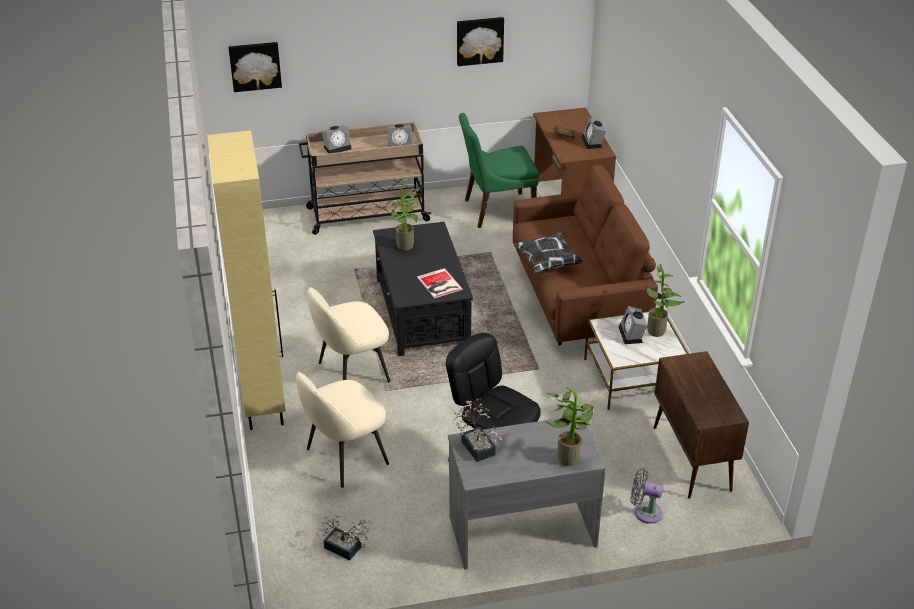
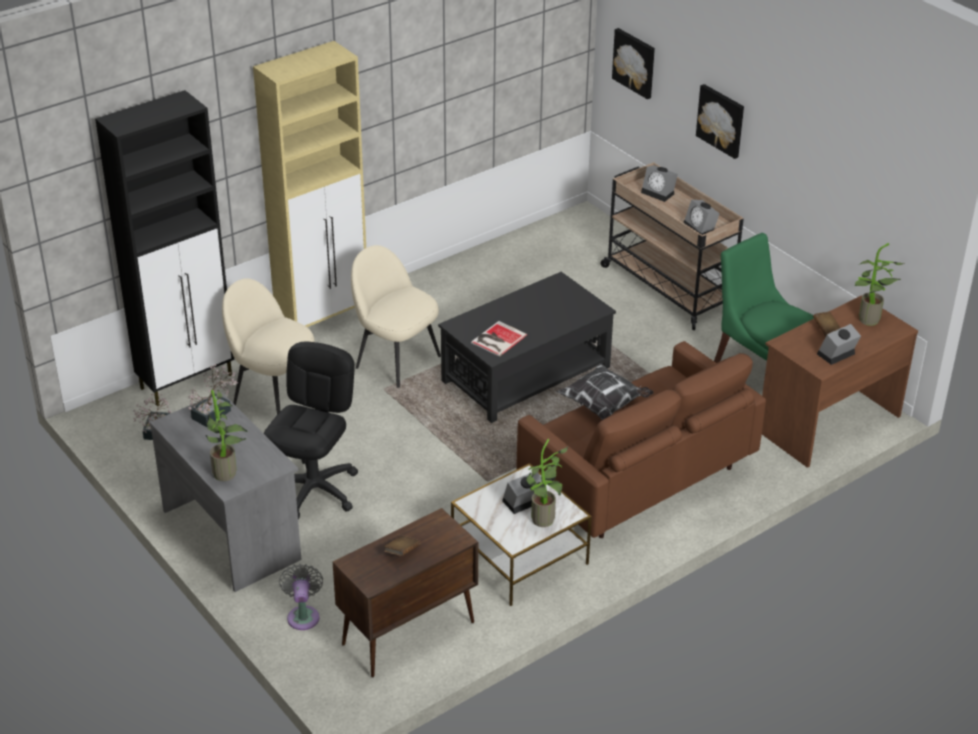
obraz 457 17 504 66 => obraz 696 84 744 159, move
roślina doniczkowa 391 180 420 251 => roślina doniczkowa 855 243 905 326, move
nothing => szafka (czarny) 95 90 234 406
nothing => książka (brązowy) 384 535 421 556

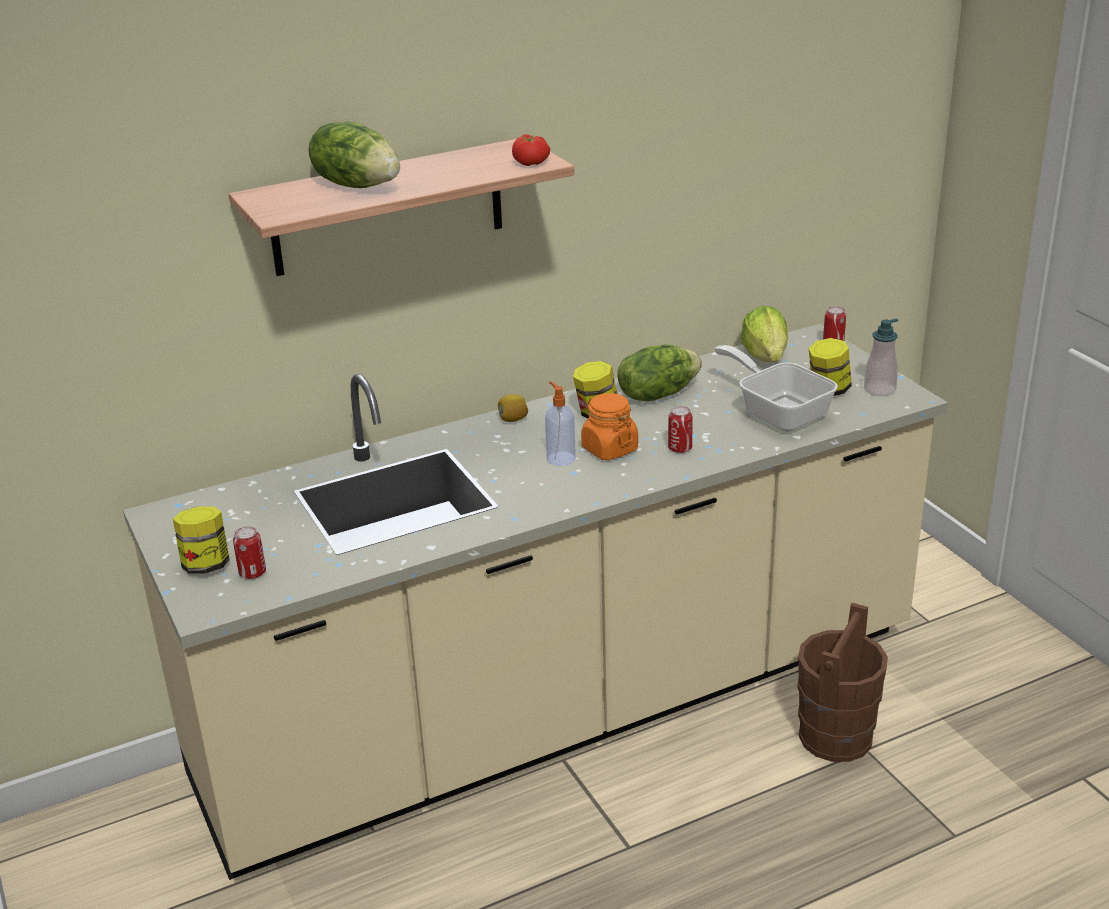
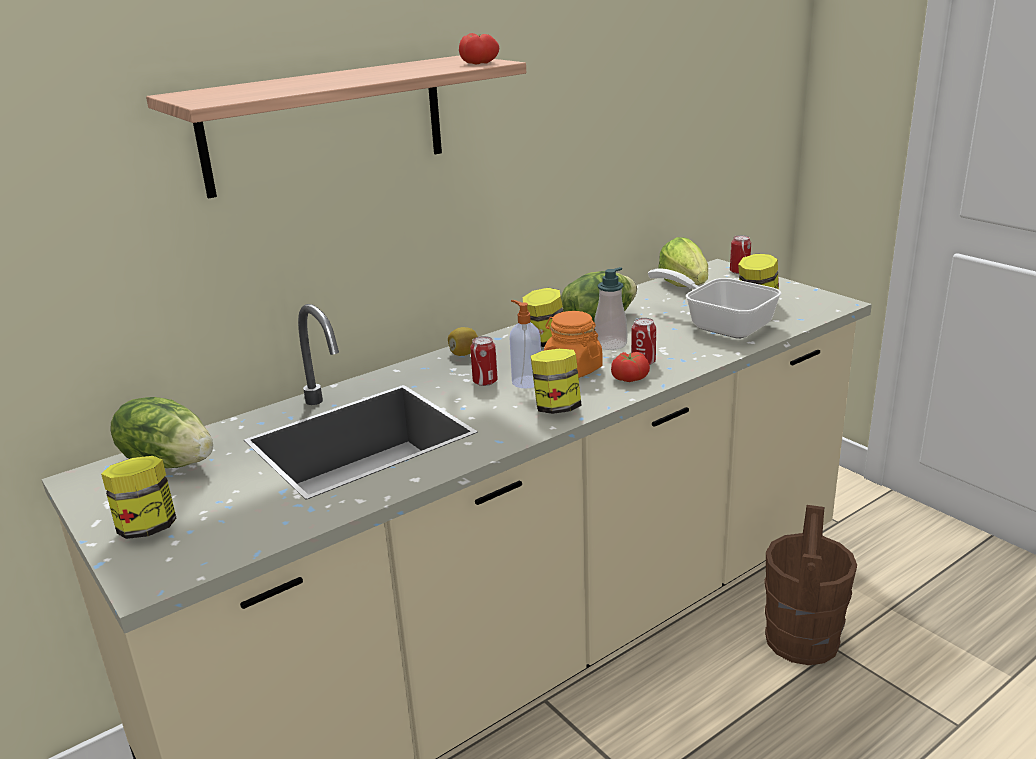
sałata 308 122 400 188 => sałata 110 397 213 468, move
dozownik mydła 864 319 898 396 => dozownik mydła 594 267 627 350, move
puszka 233 526 266 579 => puszka 470 336 498 386, move
nothing => słoik 531 348 582 414
nothing => pomidor 611 352 650 382

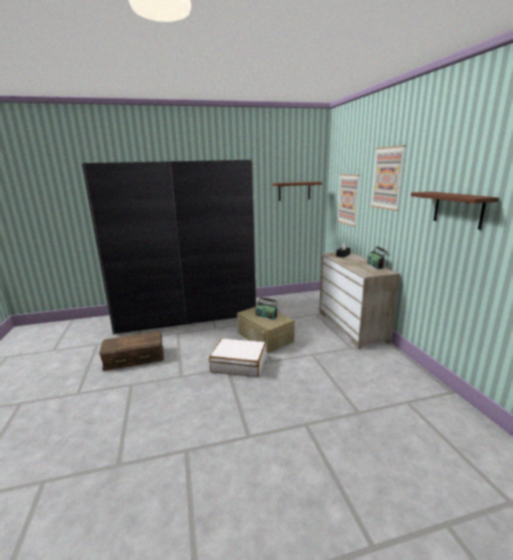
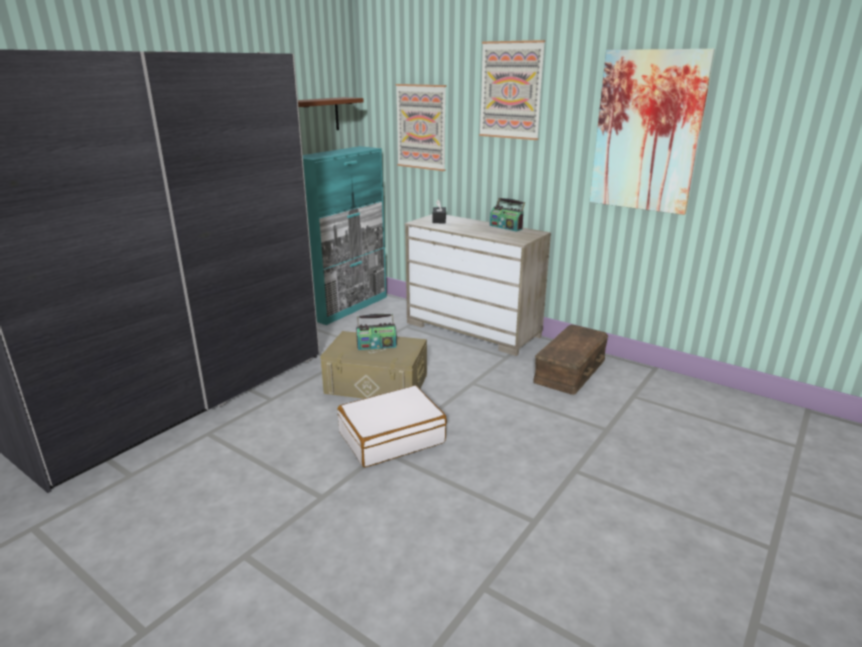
półka (brązowy) 411 192 499 230 => obraz 589 49 715 215
pojemnik do przechowywania (brązowy) 99 331 164 371 => pojemnik do przechowywania (brązowy) 533 325 608 395, move
nothing => szafka (turkusowy) 303 146 387 325

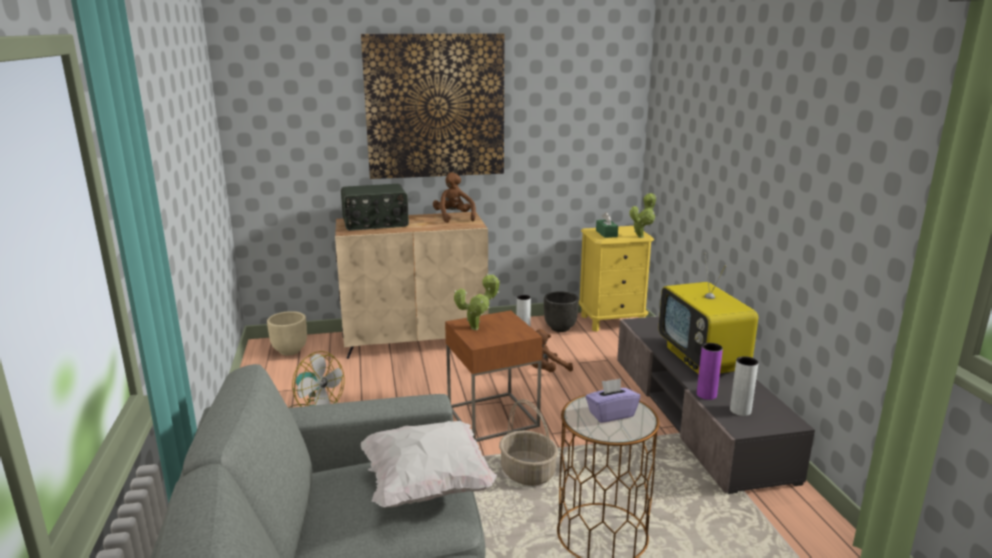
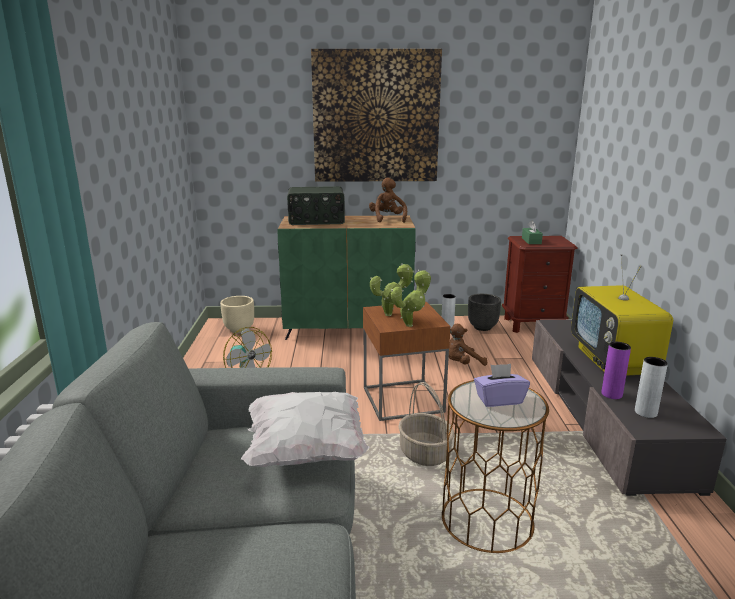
roślina doniczkowa 629 193 656 238 => roślina doniczkowa 391 270 431 327, move
szafka (beżowy) 335 212 489 359 => szafka (zielony) 277 216 416 340
szafka nocna (żółty) 579 226 654 332 => szafka nocna (brązowy) 502 236 578 333

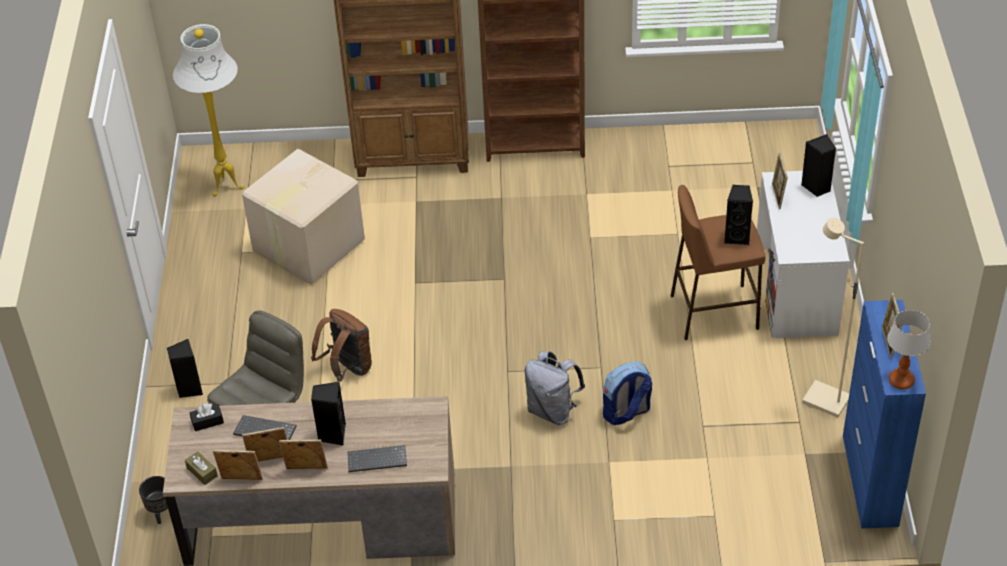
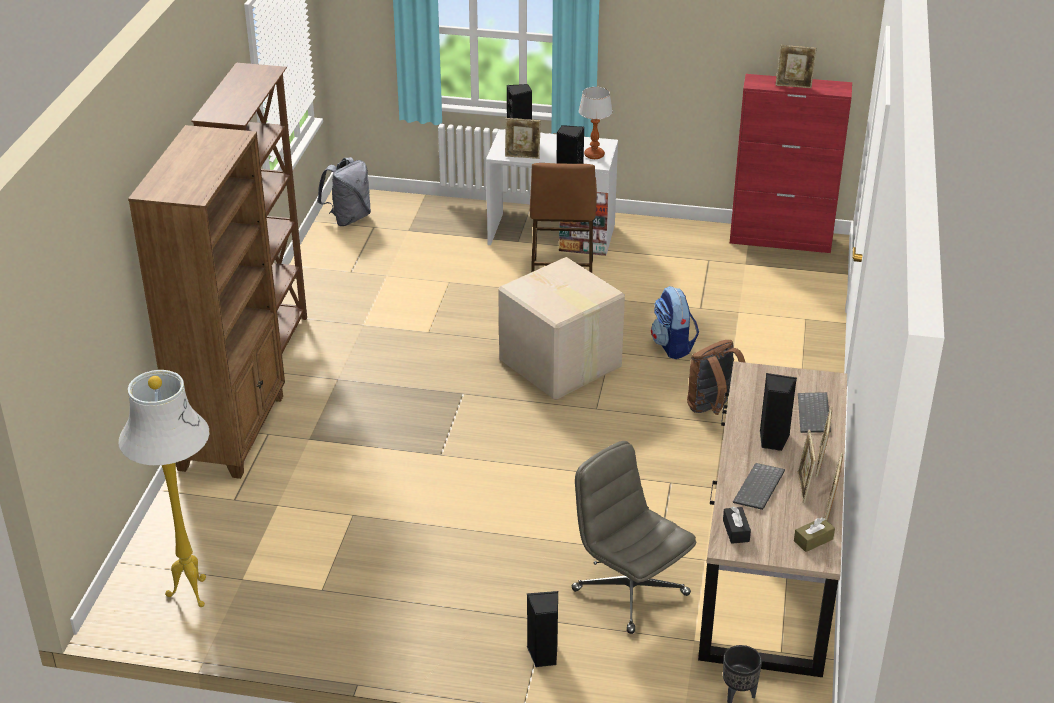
karton 242 149 365 284 => karton 498 257 625 400, move
lampa stojąca (beżowy) 802 218 864 418 => nothing
szafka (niebieski) 843 300 926 529 => szafka (czerwony) 730 74 852 253
plecak (brązowy) 311 309 372 381 => plecak (brązowy) 687 340 746 415, move
lampa stołowa 887 310 931 389 => lampa stołowa 579 87 613 159, move
plecak (szary) 525 351 585 425 => plecak (szary) 317 157 371 226, move

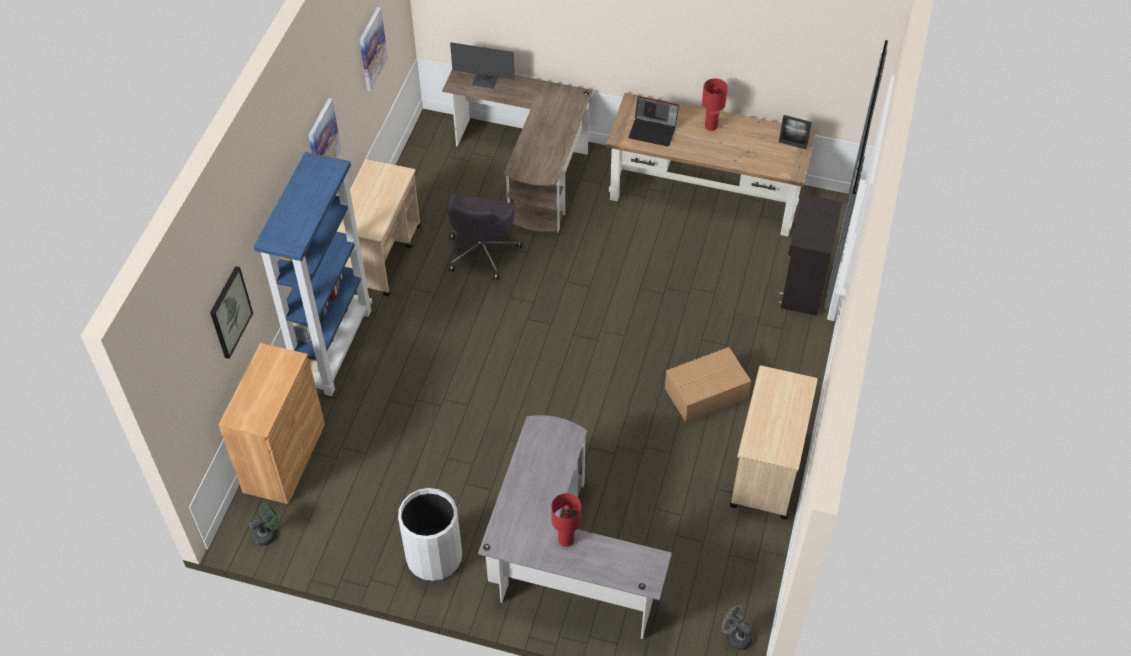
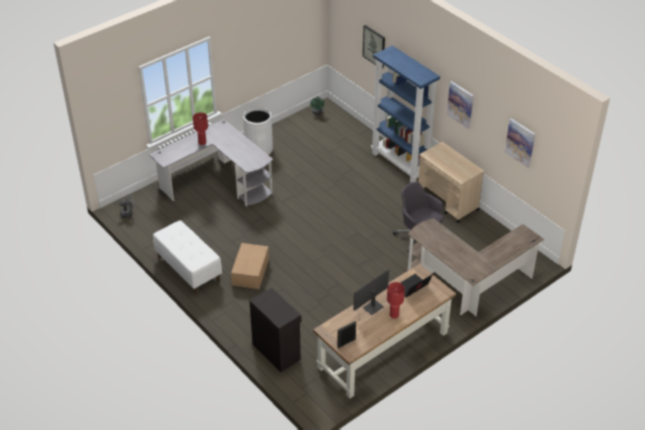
monitor 450 42 515 88 => monitor 353 269 389 315, move
szafka (brązowy) 218 343 325 504 => nothing
wózek (beżowy) 730 365 818 520 => ławka (biały) 153 220 222 295

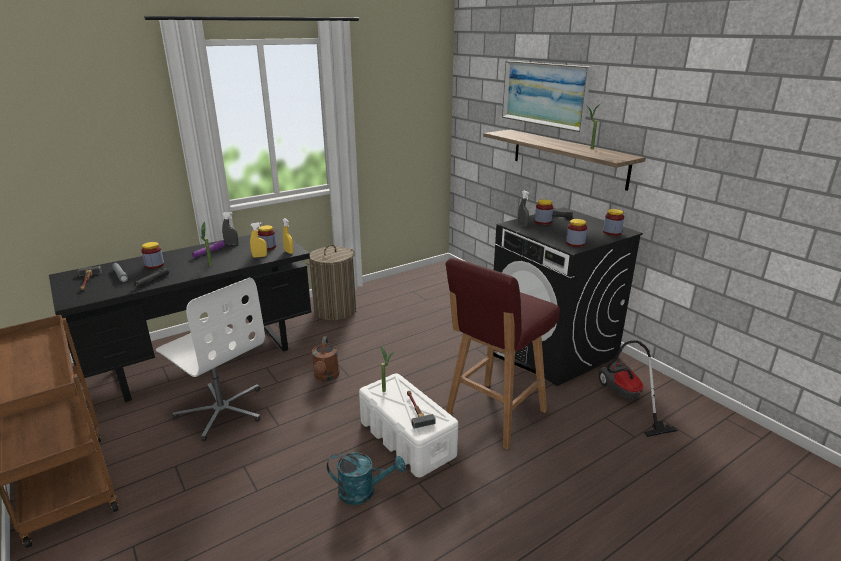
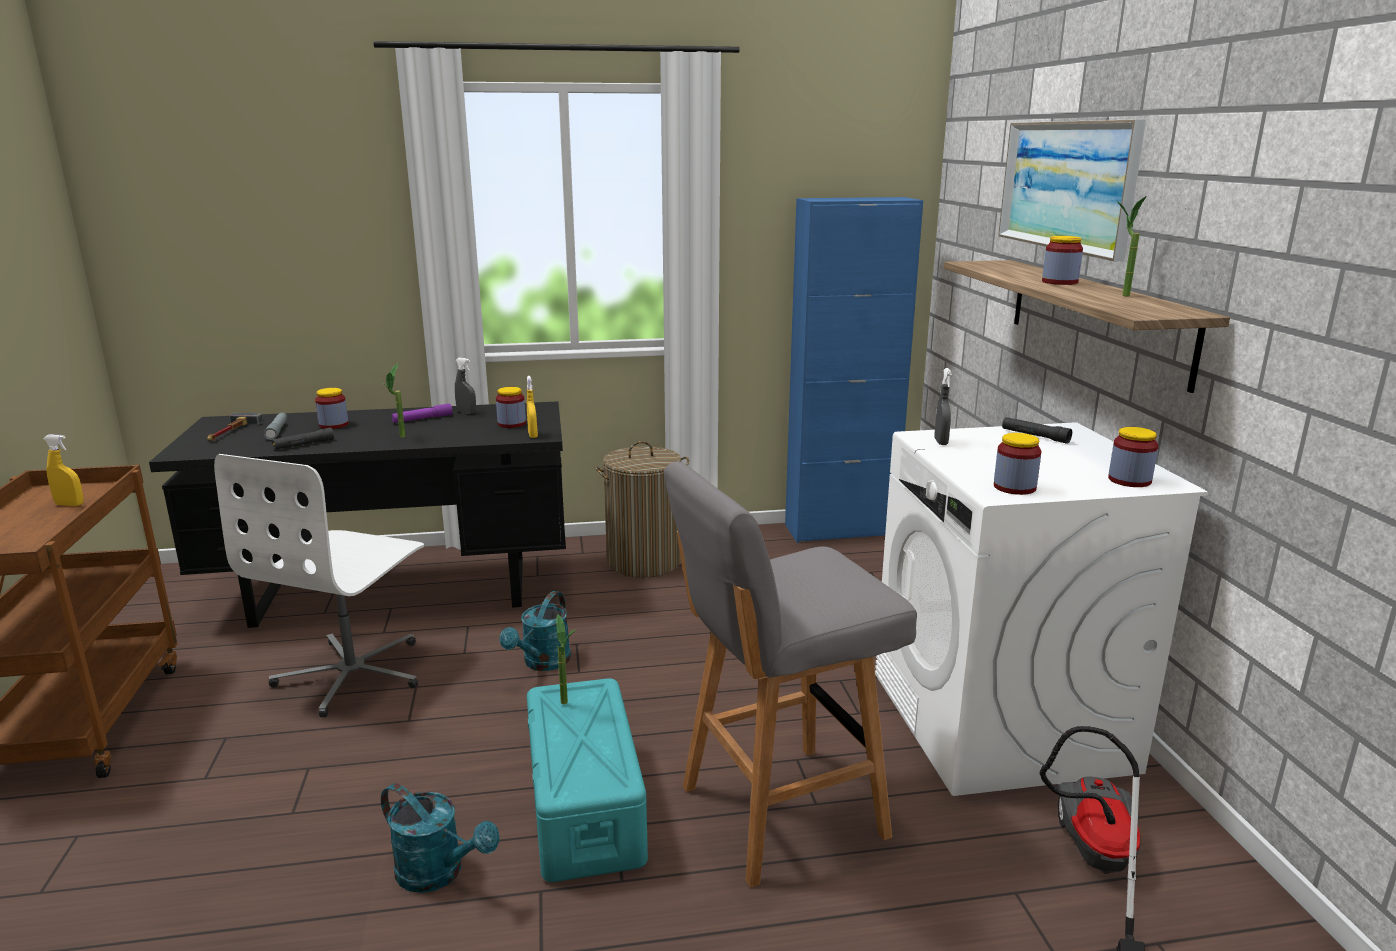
słoik 535 199 553 225 => słoik 1042 236 1083 285, move
pralka (czarny) 494 207 643 386 => pralka (biały) 875 422 1208 796
spryskiwacz (żółty) 250 222 267 258 => spryskiwacz (żółty) 43 435 84 506, move
stołek (czerwony) 446 258 560 450 => stołek (szary) 664 462 917 887
krzesło biurowe (biały) 156 277 265 441 => krzesło biurowe (biały) 214 454 424 717, 45 degrees clockwise
konewka (brązowy) 312 336 340 381 => konewka (turkusowy) 500 591 571 671
pojemnik do przechowywania (biały) 359 373 458 477 => pojemnik do przechowywania (turkusowy) 527 678 648 882
młotek 407 391 435 429 => nothing
nothing => szafka (niebieski) 785 197 923 543

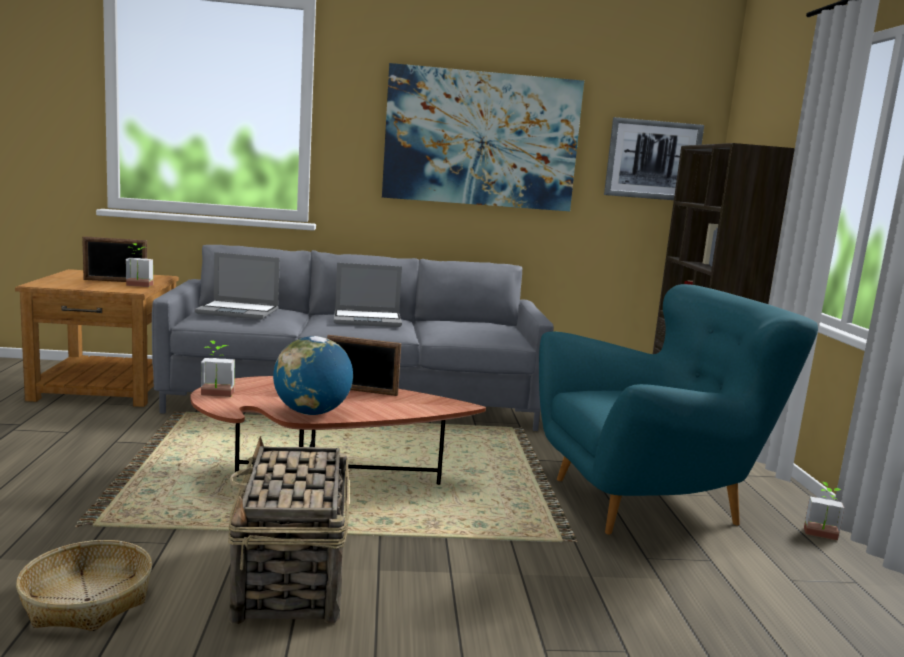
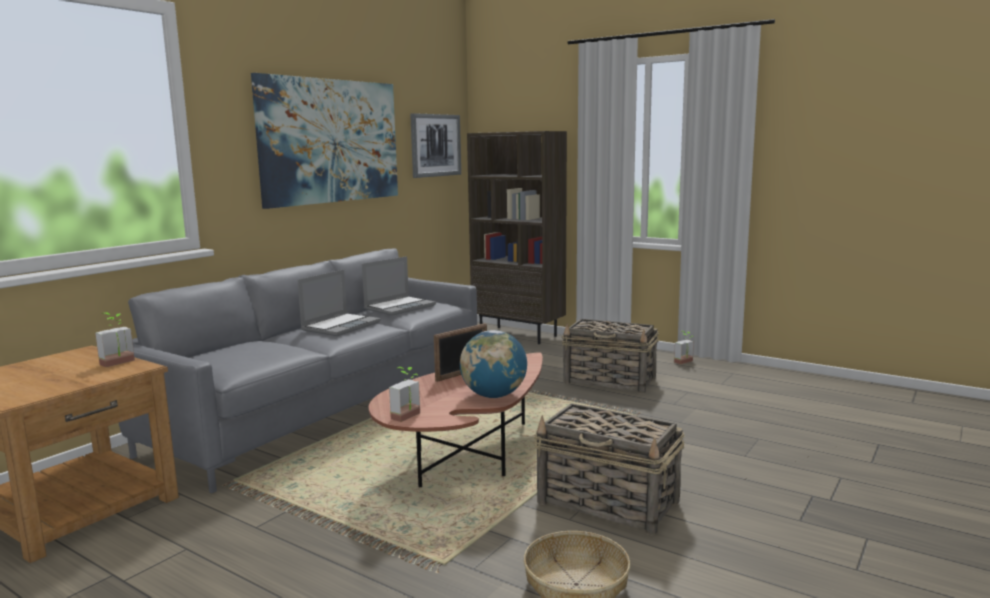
ramka na zdjęcie 82 236 147 282 => nothing
laptop 195 252 280 320 => laptop 362 256 436 316, move
fotel (turkusowy) 539 284 818 535 => koszyk 561 319 659 394

